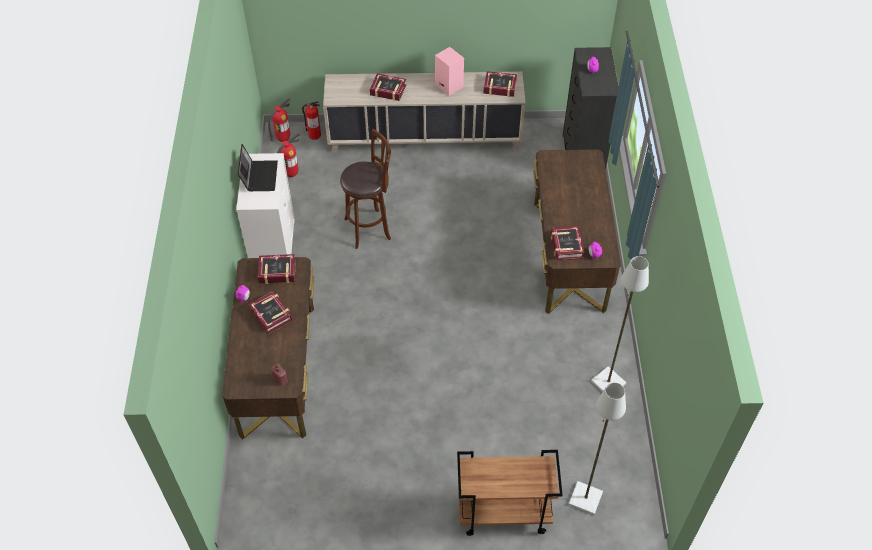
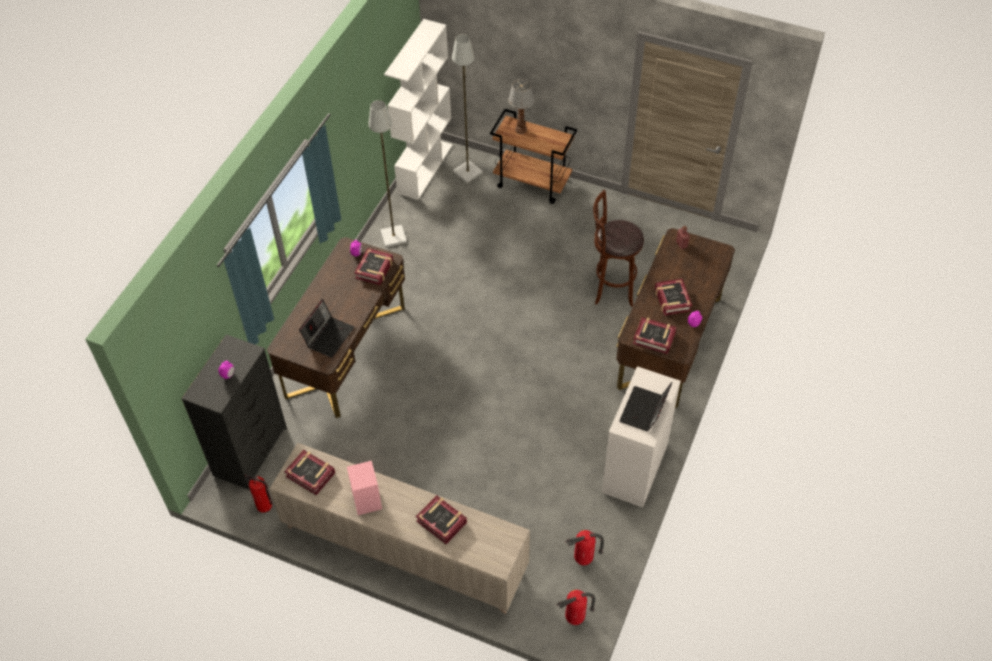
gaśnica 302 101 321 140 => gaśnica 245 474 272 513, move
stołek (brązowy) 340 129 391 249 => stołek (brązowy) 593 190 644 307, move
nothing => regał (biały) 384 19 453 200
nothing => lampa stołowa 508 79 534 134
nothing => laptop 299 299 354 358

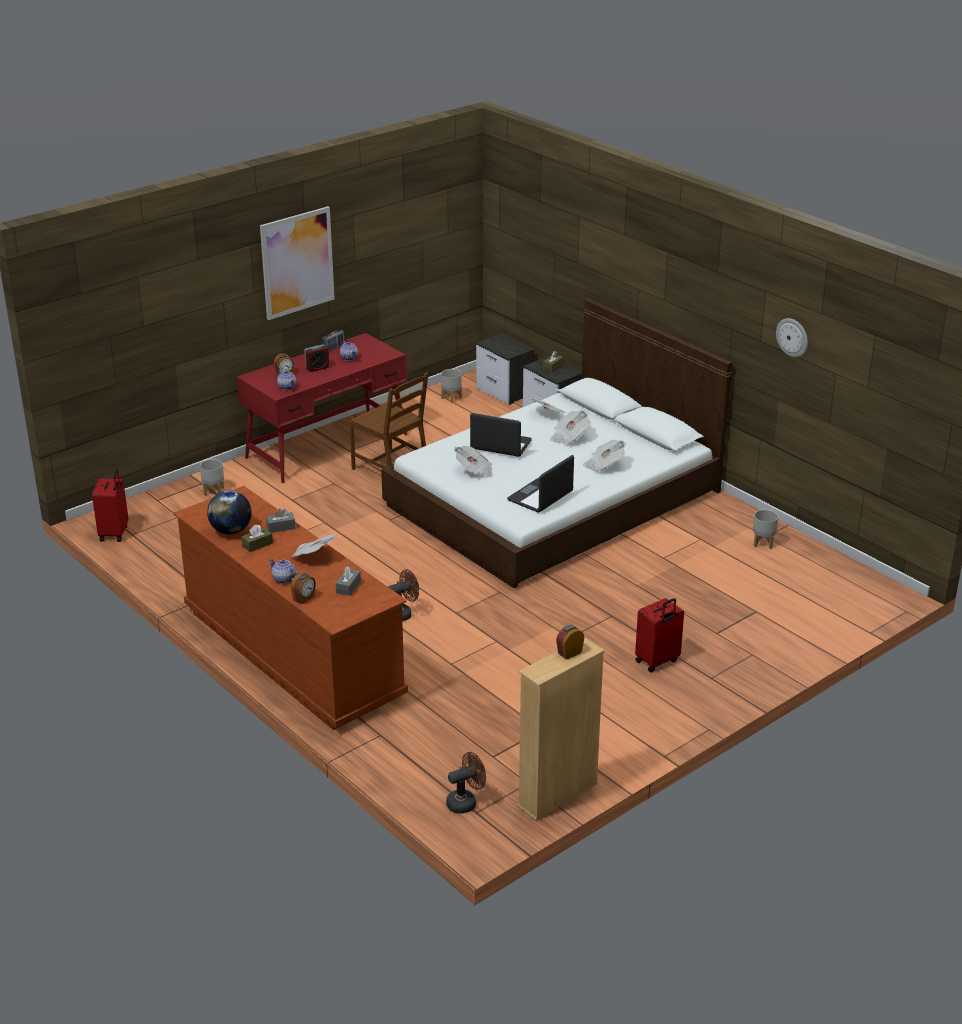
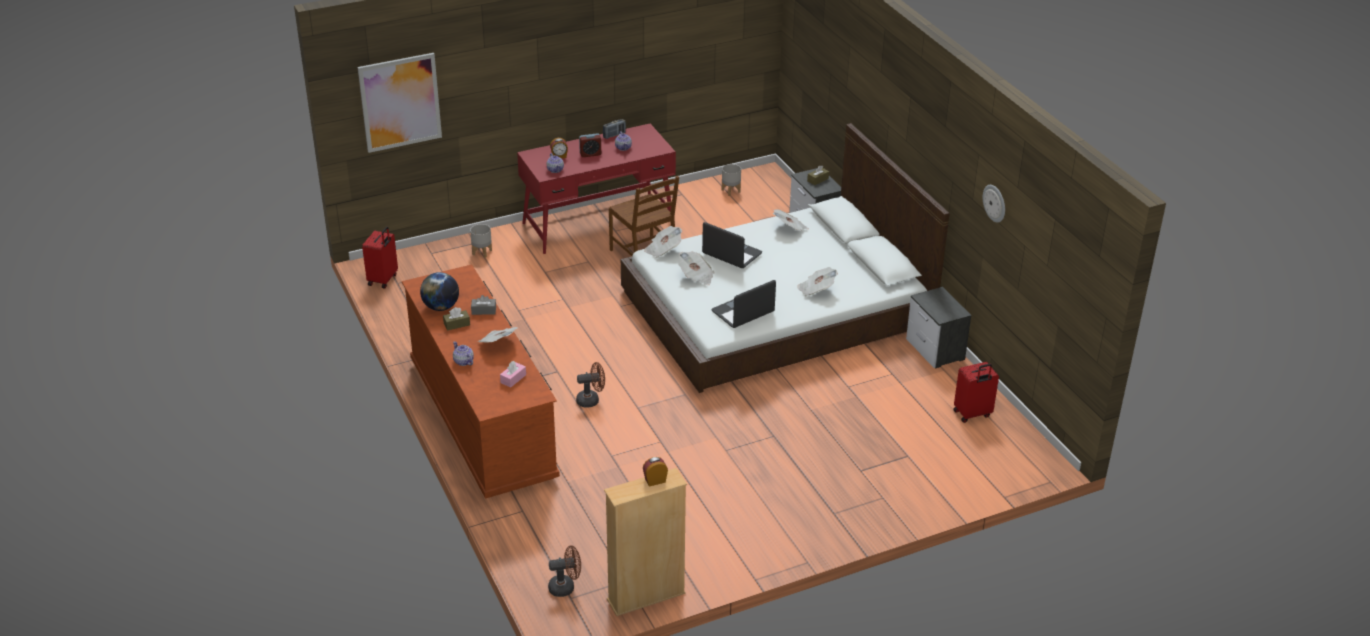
obraz 260 206 334 320 => obraz 357 53 442 153, move
szafka nocna 476 334 534 405 => szafka nocna 906 287 972 368, move
gazeta 550 411 591 445 => gazeta 644 226 682 258, move
donica (szary) 753 510 779 549 => nothing
pudełko chusteczek (szary) 336 566 361 596 => pudełko chusteczek (różowy) 500 361 526 388
budzik 291 573 316 604 => nothing
walizka (czerwony) 635 598 684 673 => walizka (czerwony) 953 362 999 423, move

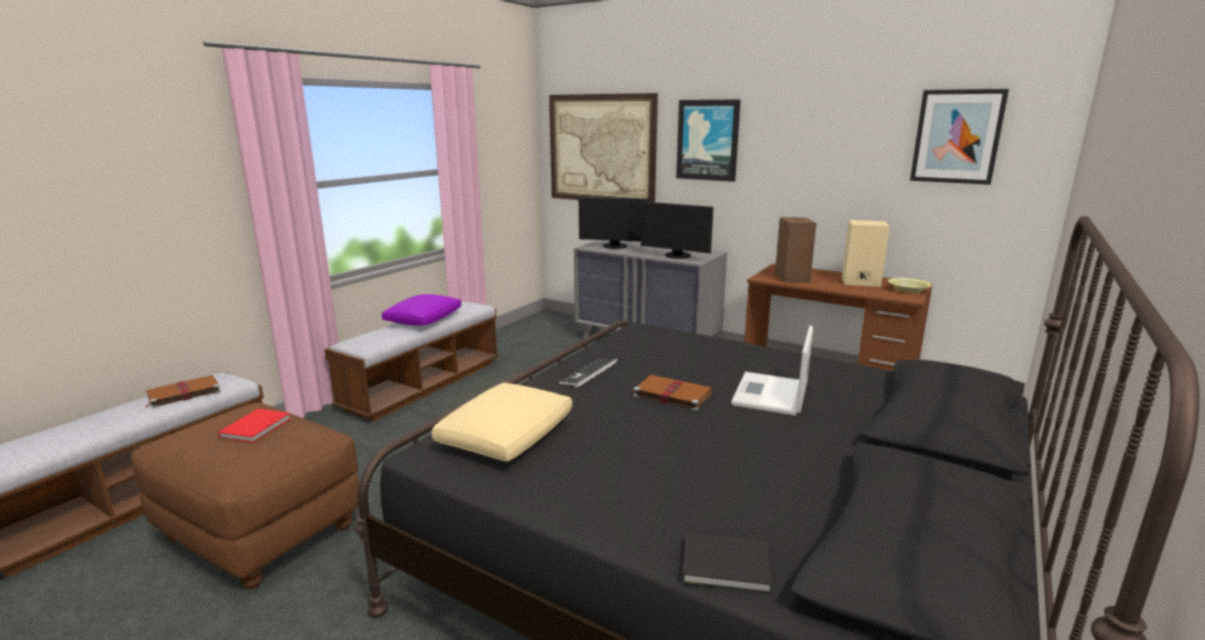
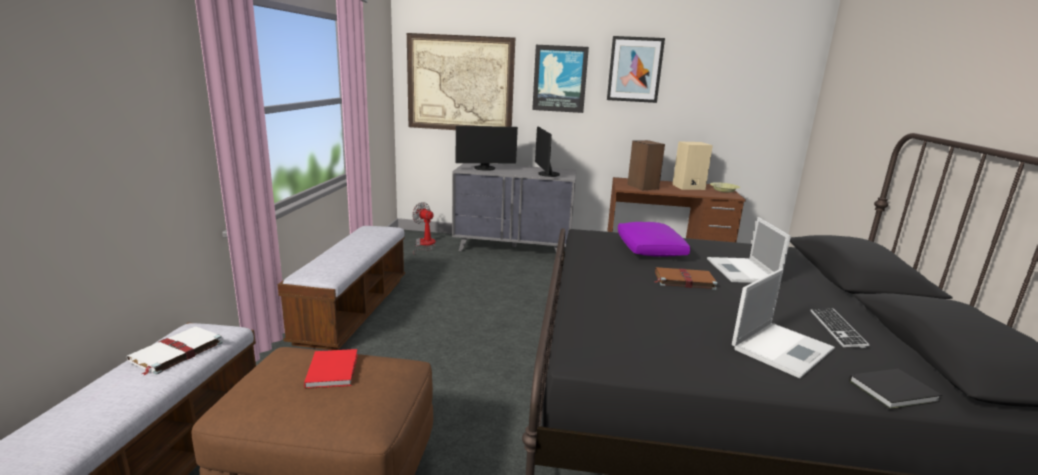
obraz 910 89 1009 185 => obraz 607 36 665 103, move
monitor 641 201 713 259 => monitor 535 127 560 177, 75 degrees clockwise
poduszka (fioletowy) 382 294 461 326 => poduszka (fioletowy) 618 222 690 257, move
klawiatura 559 358 618 387 => klawiatura 810 308 870 348, move
książka (brązowy) 146 375 221 408 => książka (biały) 127 327 223 375
poduszka (beżowy) 431 383 572 462 => nothing
nothing => wentylator 412 202 436 255
nothing => laptop 732 269 835 378

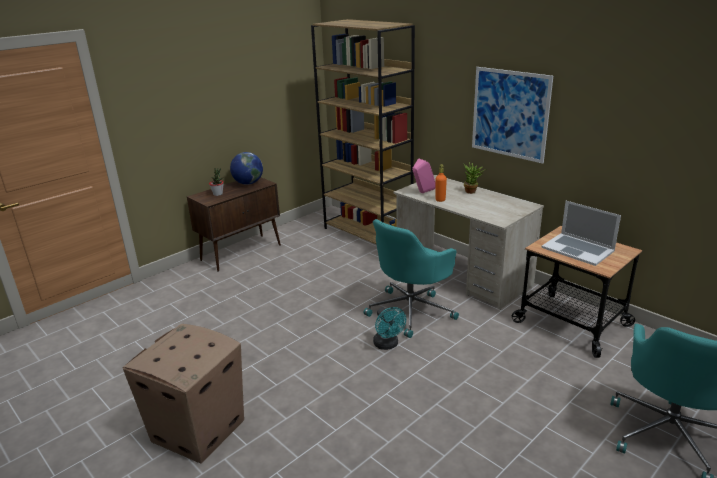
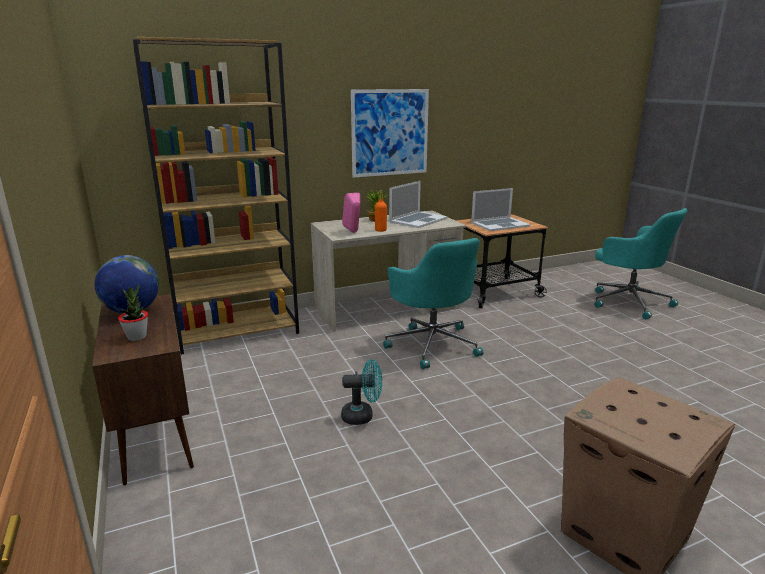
wentylator (turkusowy) 373 307 406 350 => wentylator (turkusowy) 341 359 382 425, move
nothing => laptop 389 181 448 228

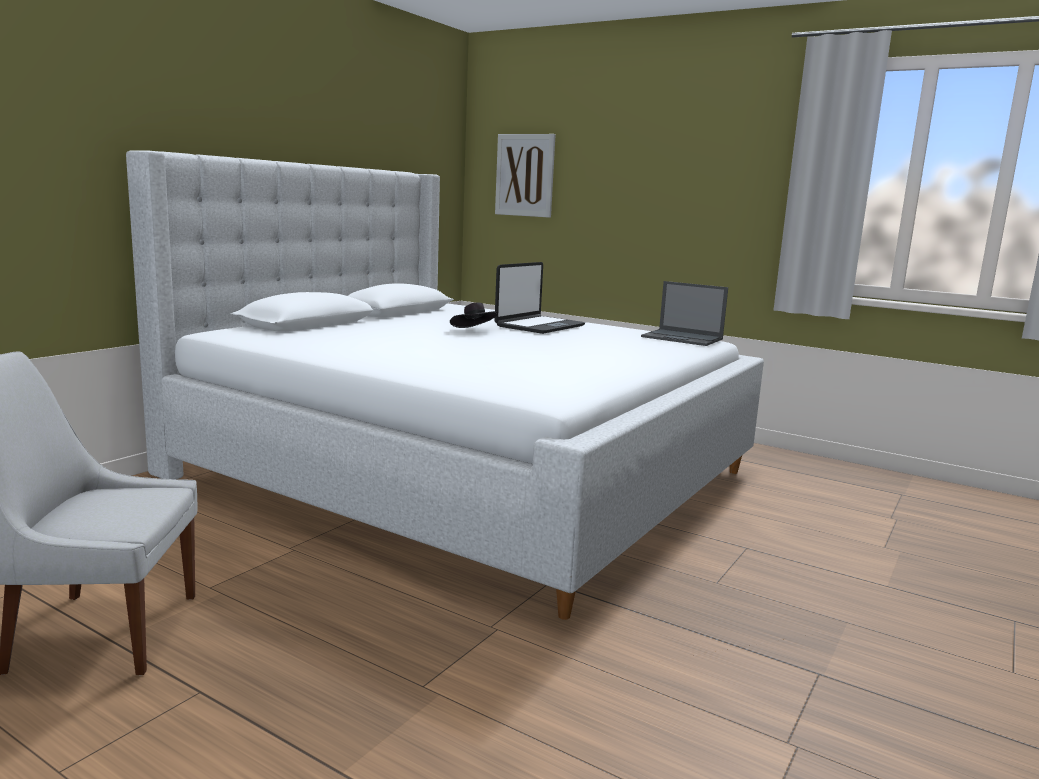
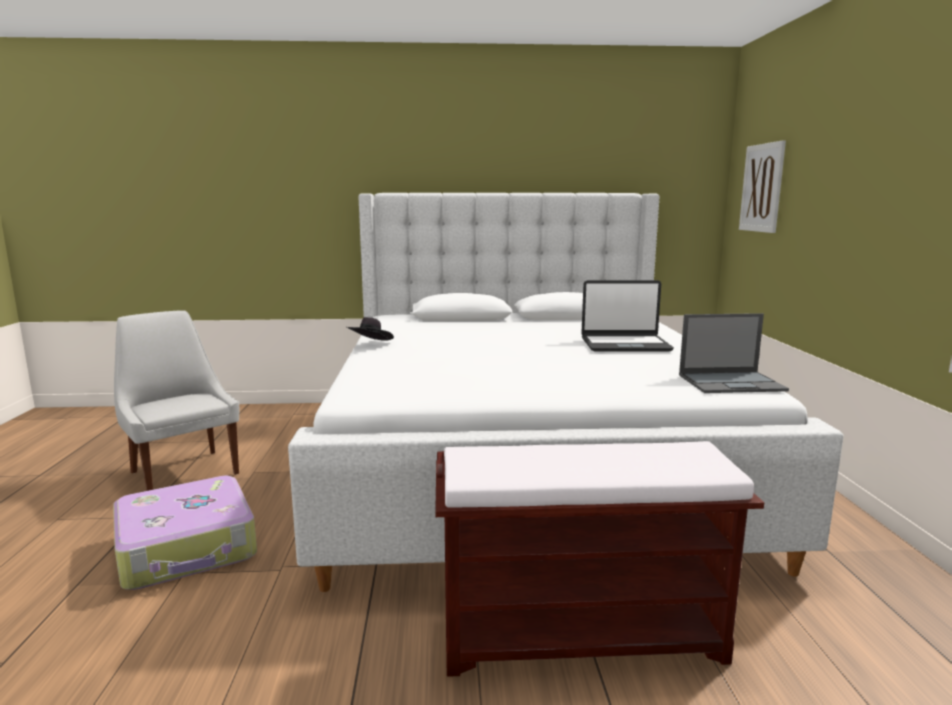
laptop 641 281 728 346 => laptop 679 313 789 393, 90 degrees counterclockwise
kapelusz (czarny) 450 303 498 328 => kapelusz (czarny) 347 317 394 341, move
nothing => ławka (brązowy) 435 441 764 677
nothing => walizka 113 476 257 590

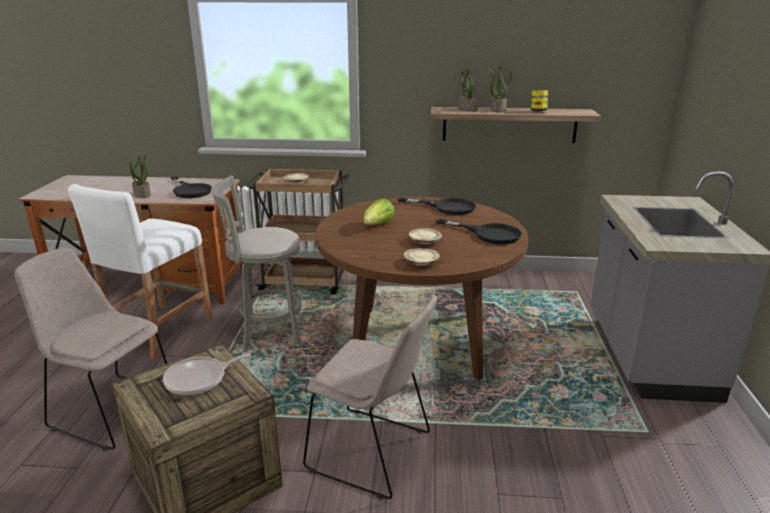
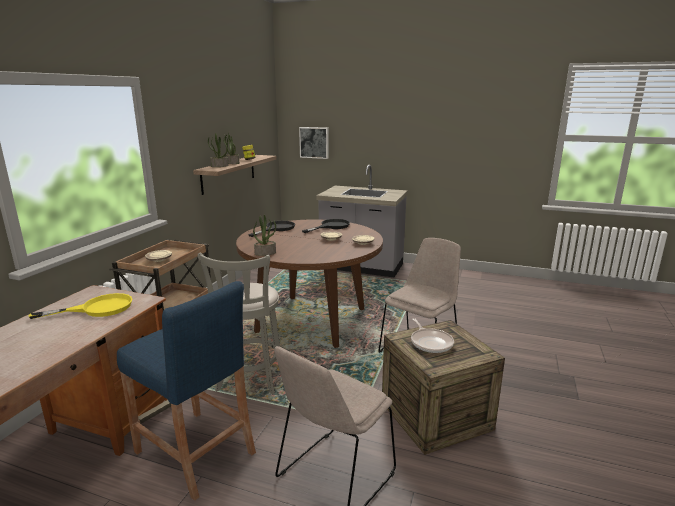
roślina doniczkowa 129 152 151 198 => roślina doniczkowa 253 215 276 256, move
patelnia (czarny) 171 176 212 198 => patelnia (żółty) 29 293 132 319
stołek (biały) 68 184 212 359 => stołek (niebieski) 117 281 256 501
sałata 364 199 395 225 => nothing
nothing => obraz 299 127 329 159

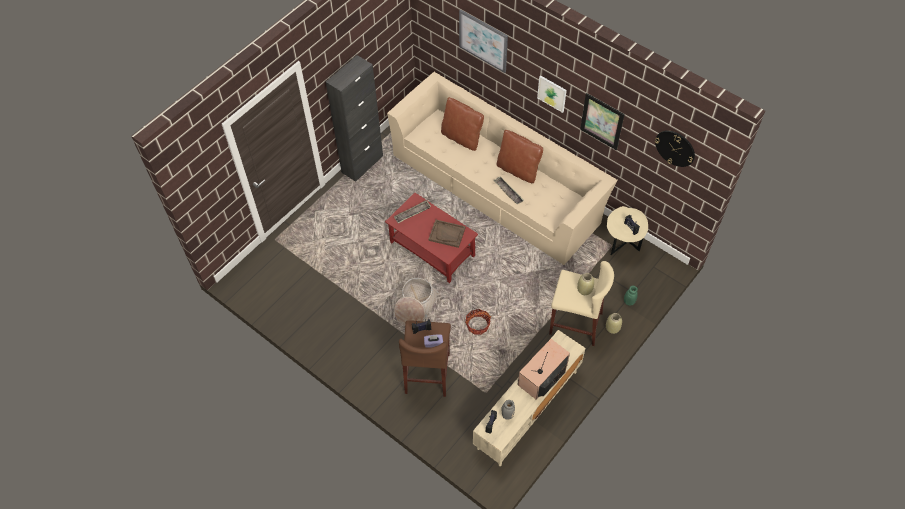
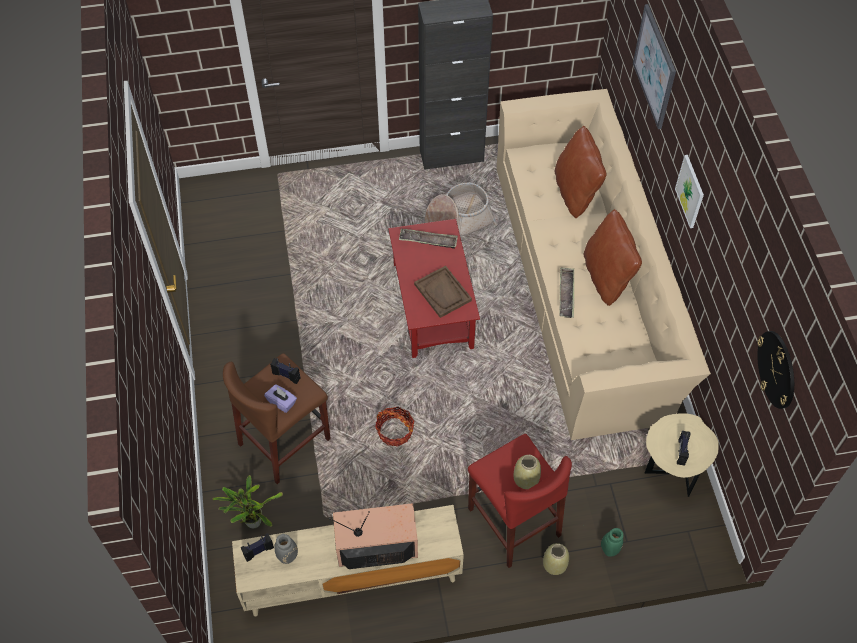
obraz 580 93 625 150 => nothing
stołek (beżowy) 549 261 614 346 => stołek (czerwony) 468 434 572 568
koszyk 394 278 440 326 => koszyk 425 183 498 236, move
nothing => roślina doniczkowa 213 475 283 528

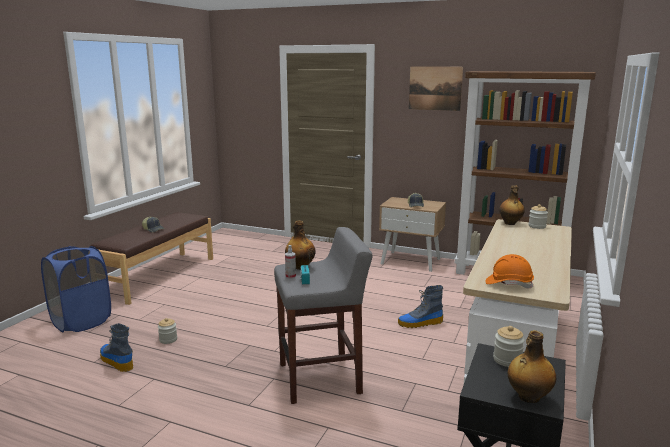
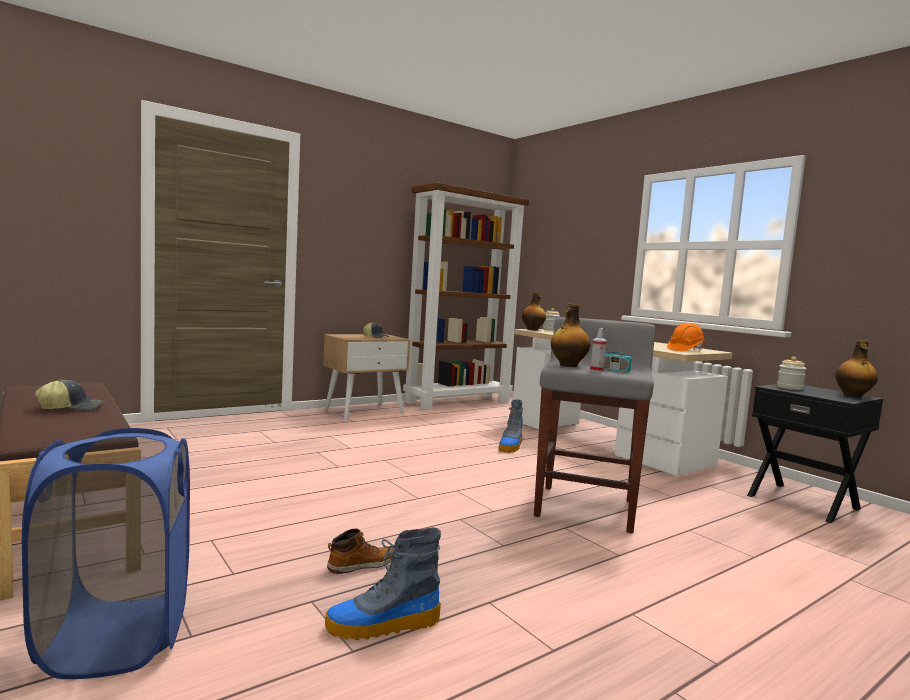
obraz 409 66 463 111 => nothing
słoik 158 318 177 344 => but z cholewką 327 528 393 574

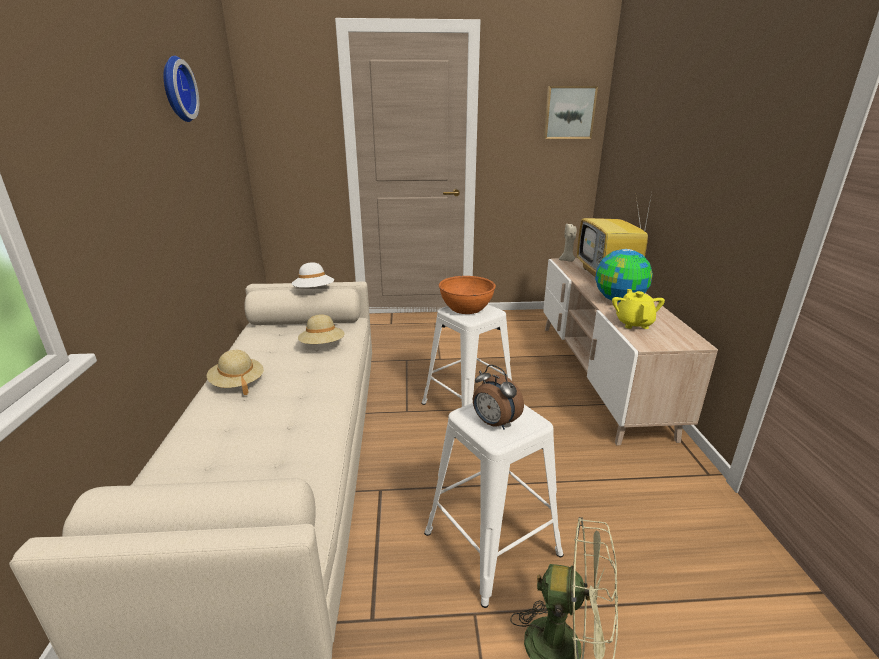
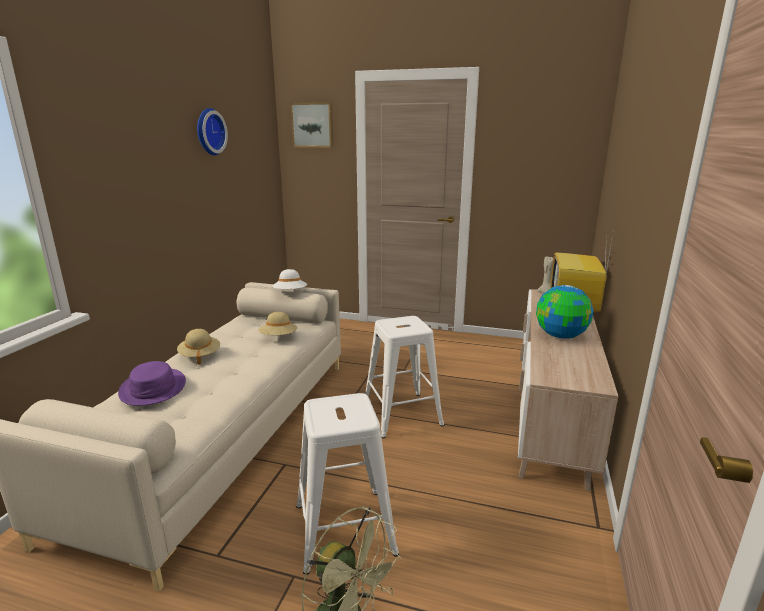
obraz 543 86 598 139 => obraz 291 102 333 148, move
miska (pomarańczowy) 439 276 496 314 => nothing
imbryk (żółty) 612 289 665 329 => nothing
budzik 473 364 524 430 => nothing
nothing => kapelusz (fioletowy) 118 361 186 406

